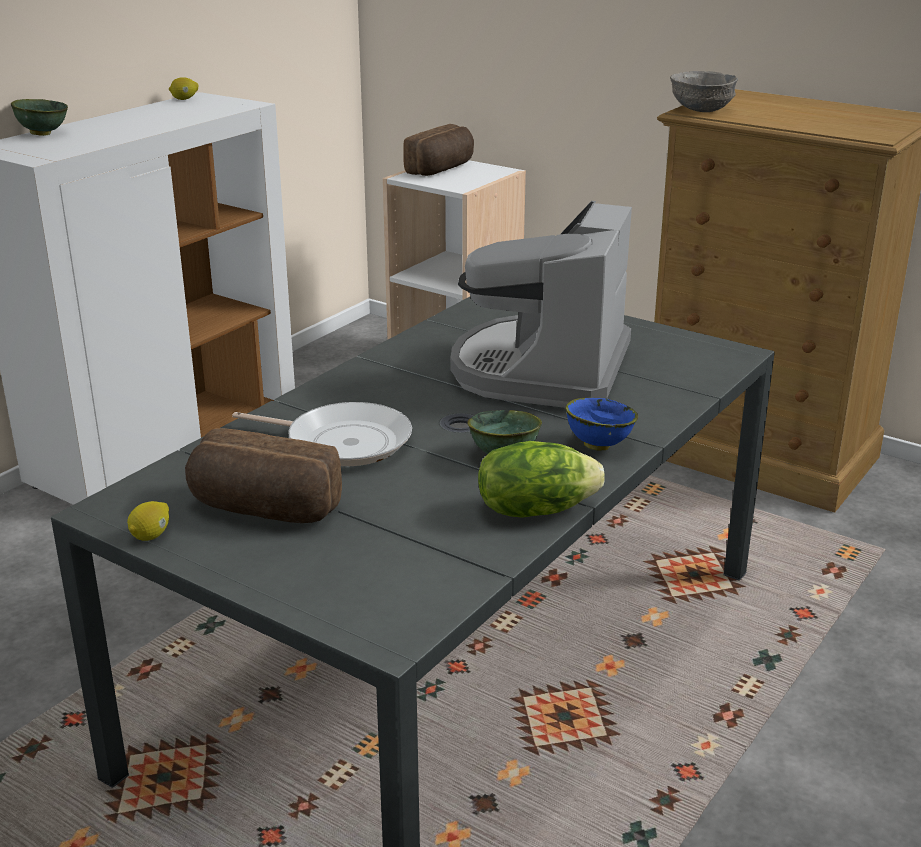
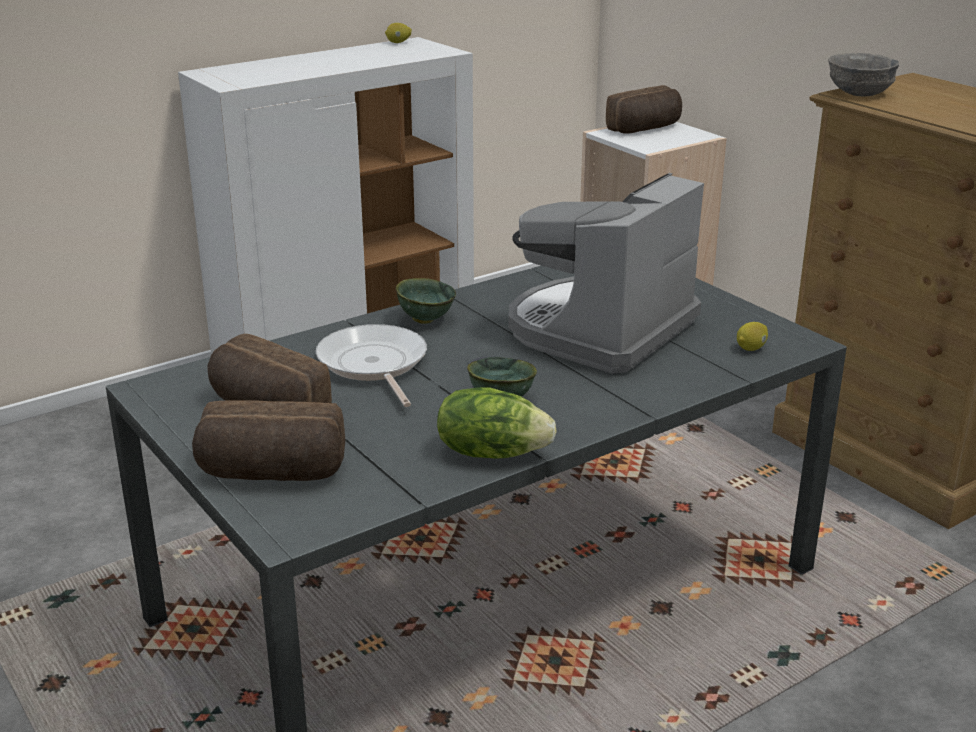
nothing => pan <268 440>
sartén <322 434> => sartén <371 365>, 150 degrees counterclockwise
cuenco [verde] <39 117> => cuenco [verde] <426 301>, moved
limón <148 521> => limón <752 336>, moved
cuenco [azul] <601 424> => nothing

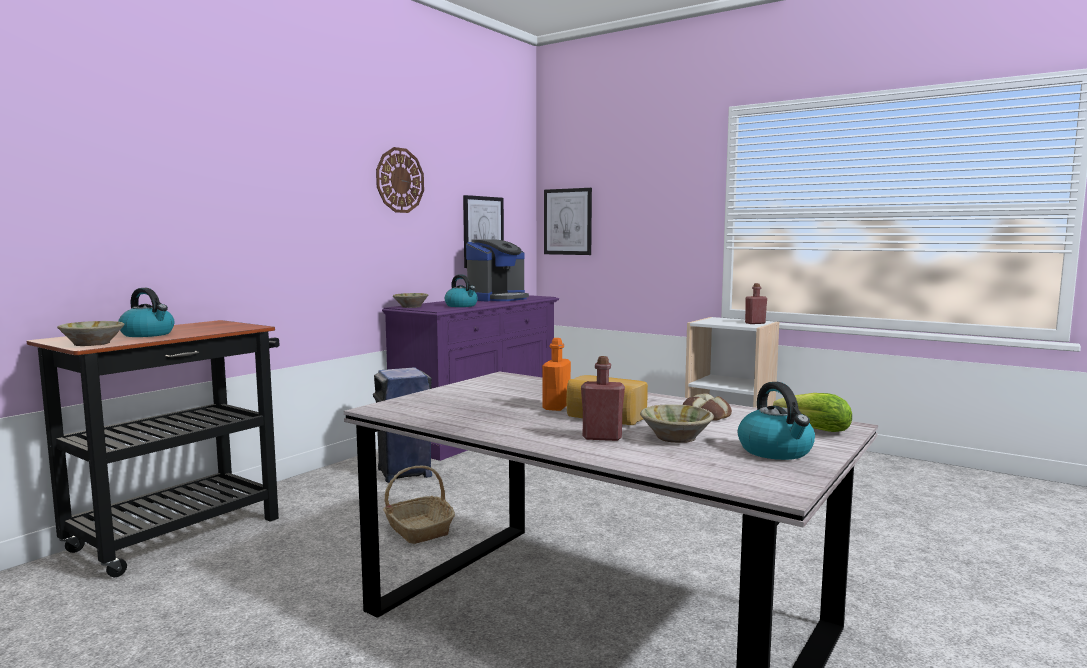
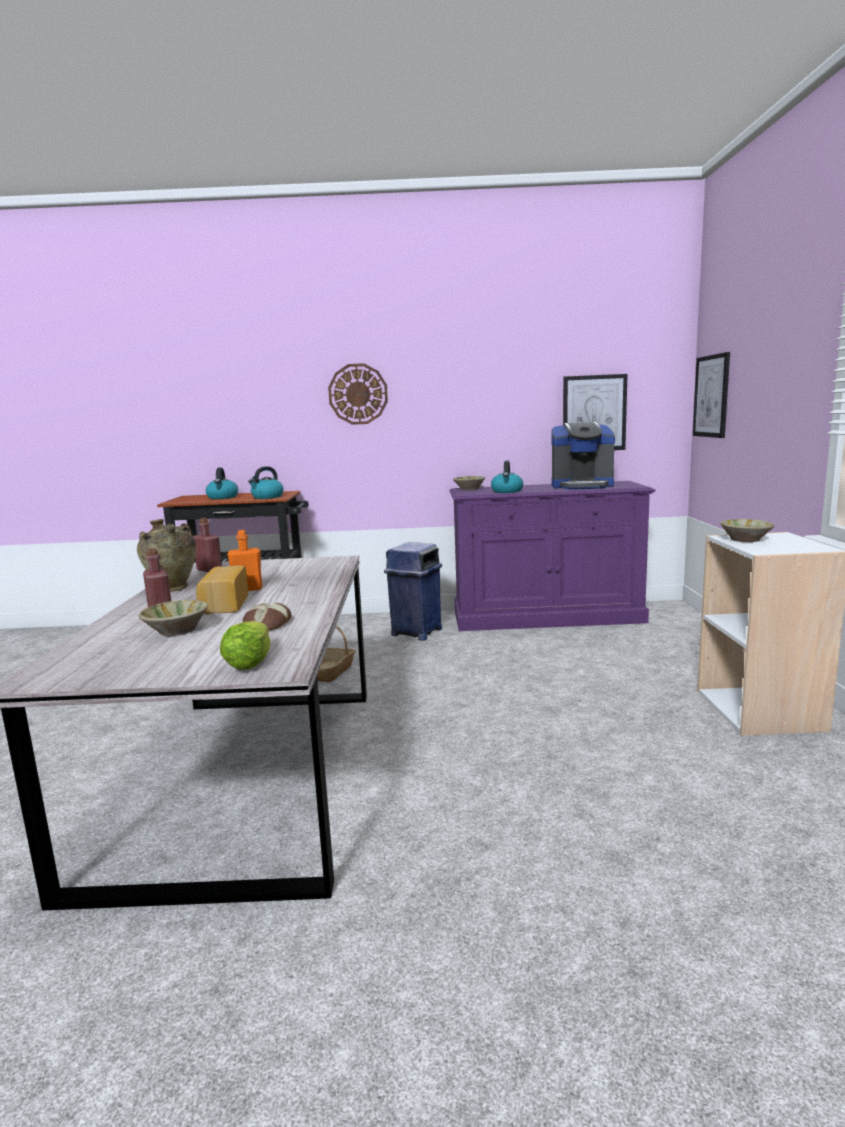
nothing => florero [beis] <166 555>
botella [rojo] <756 303> => botella [rojo] <208 545>, moved
hervidor <776 421> => hervidor <266 482>, moved
reloj de pared <400 180> => reloj de pared <358 394>, moved
cuenco [beis] <90 333> => cuenco [beis] <747 530>, moved

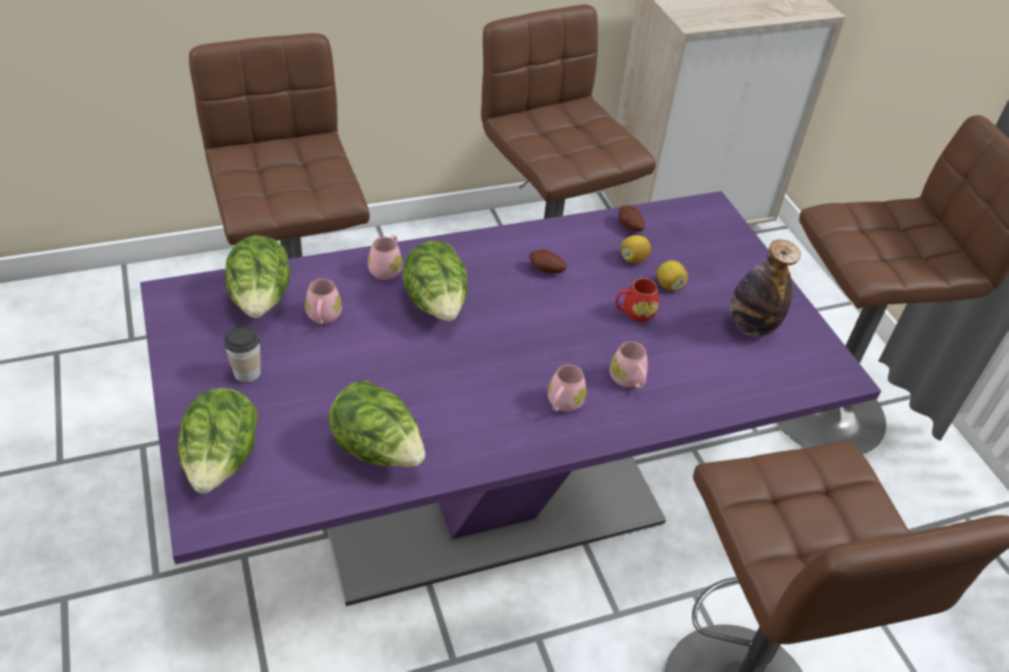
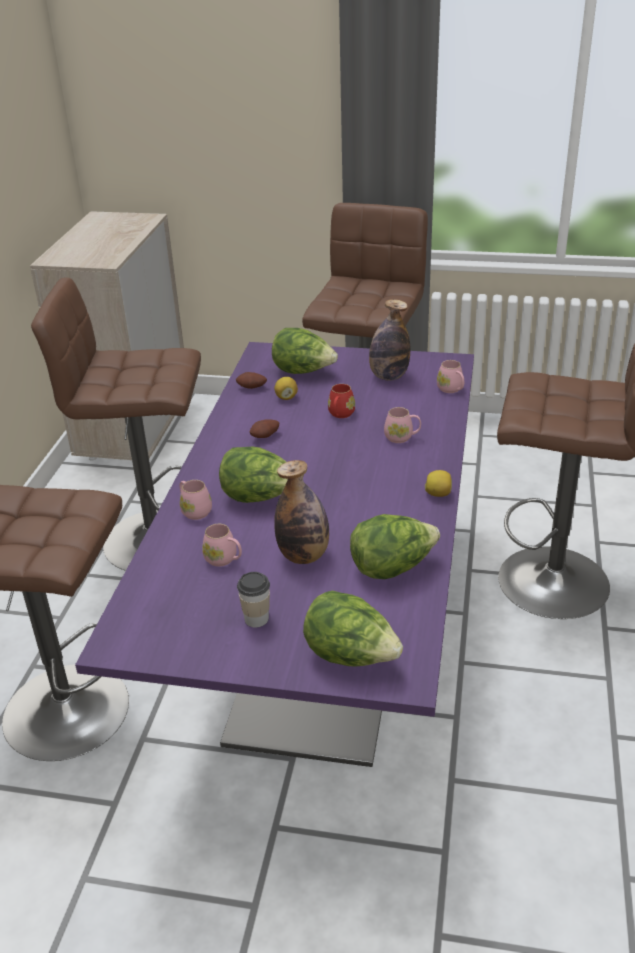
lechuga <257 276> => lechuga <305 351>, moved
nothing => botella <301 512>
limón <672 276> => limón <438 483>, moved
taza grande [rosa] <567 388> => taza grande [rosa] <450 376>, moved

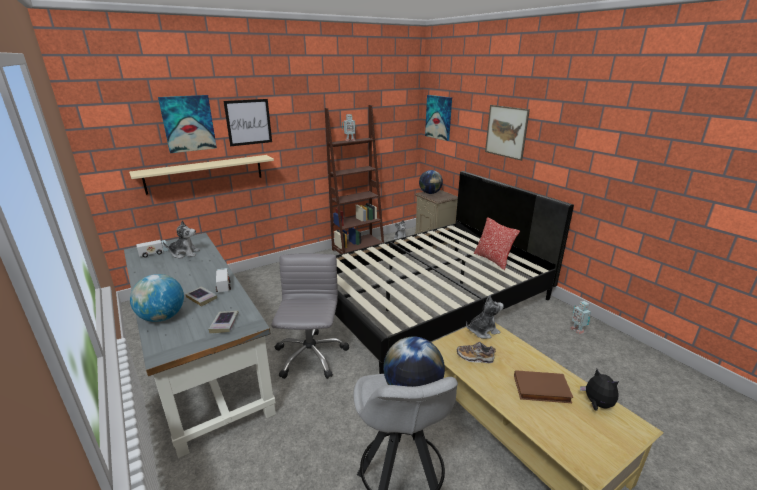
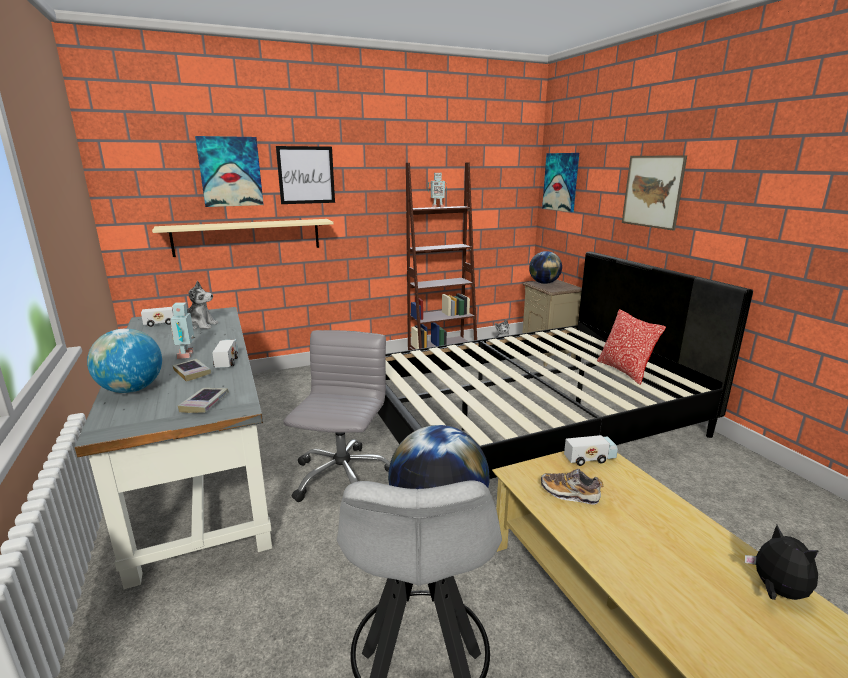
robot de juguete <580 317> => robot de juguete <182 331>, moved
peluche <485 317> => camión de juguete <591 450>
libro [marrón] <544 386> => nothing

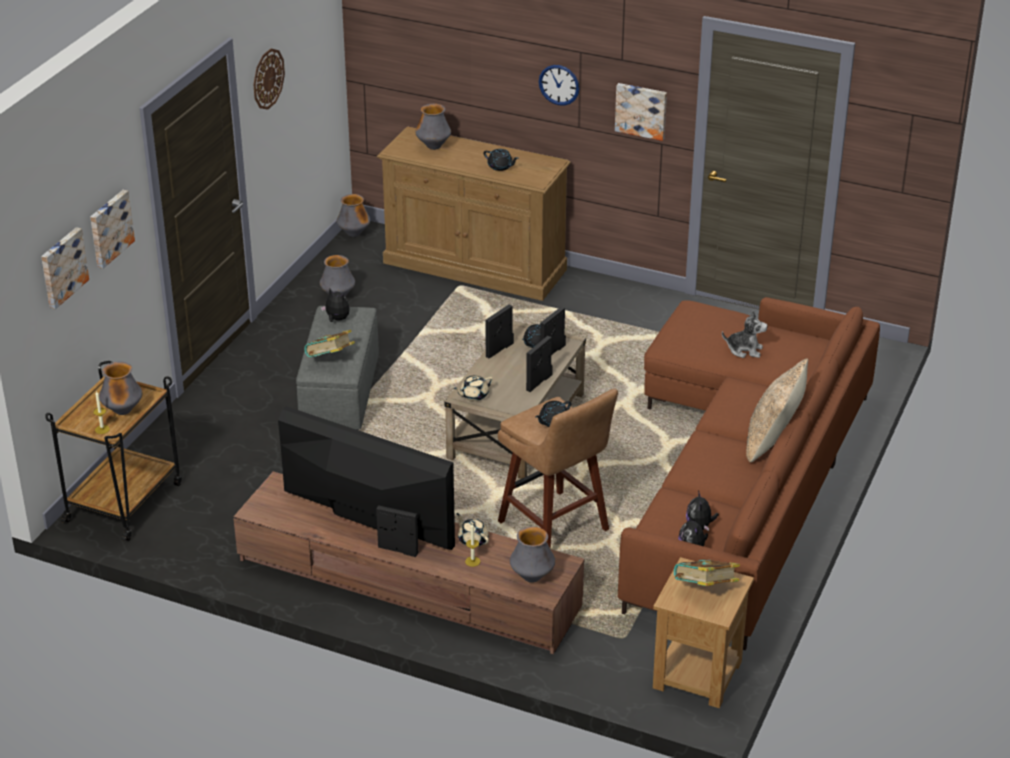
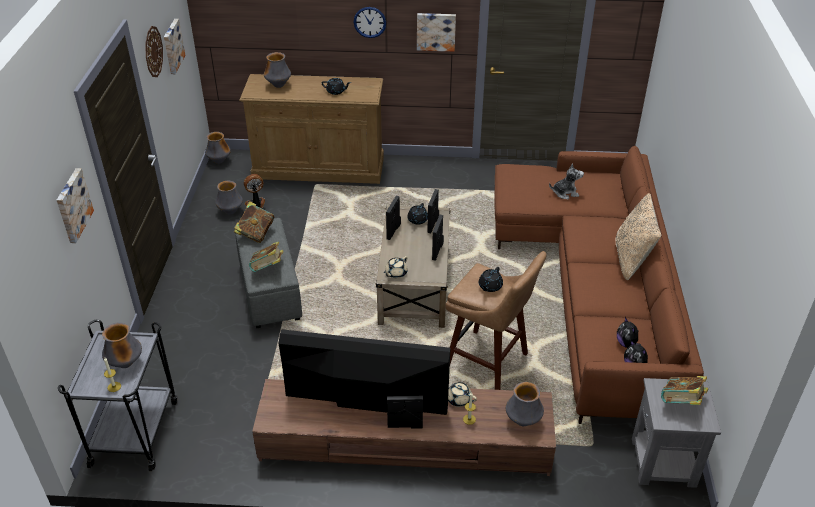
carrito [marrón] <113 451> => carrito [gris] <117 395>
cuadro <65 268> => cuadro <174 46>, moved
peluche <335 305> => libro <254 222>
nothing => ventilador <254 191>
mesa auxiliar [marrón] <703 632> => mesa auxiliar [gris] <676 433>

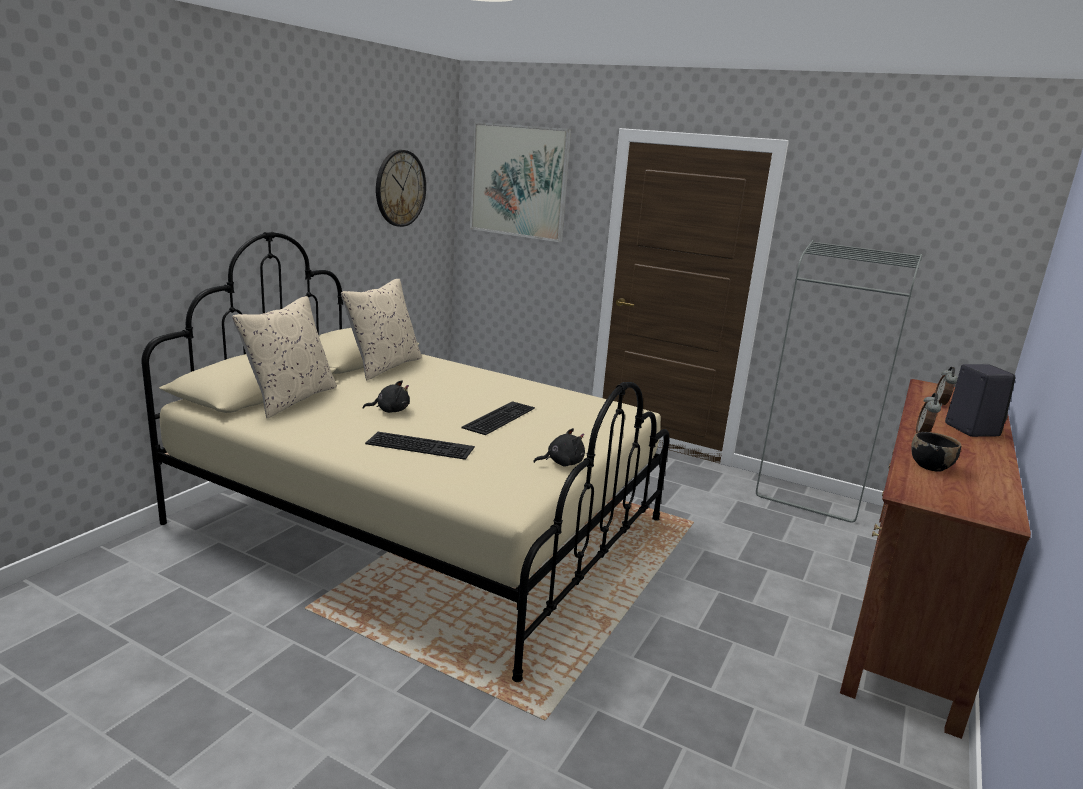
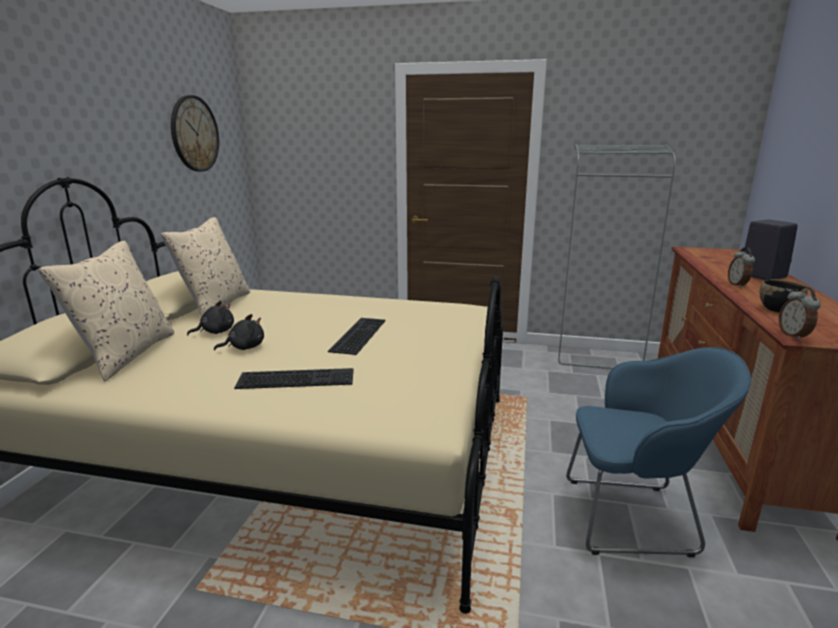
peluche [negro] <559 447> => peluche [negro] <210 318>, moved
nothing => sillón [azul] <658 452>
despertador <946 386> => despertador <800 313>, moved
cuadro <520 182> => nothing

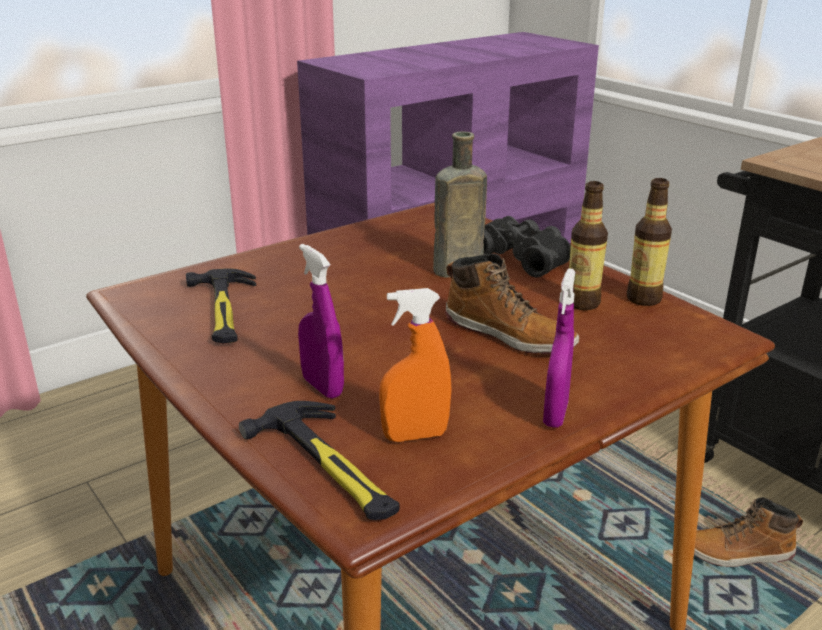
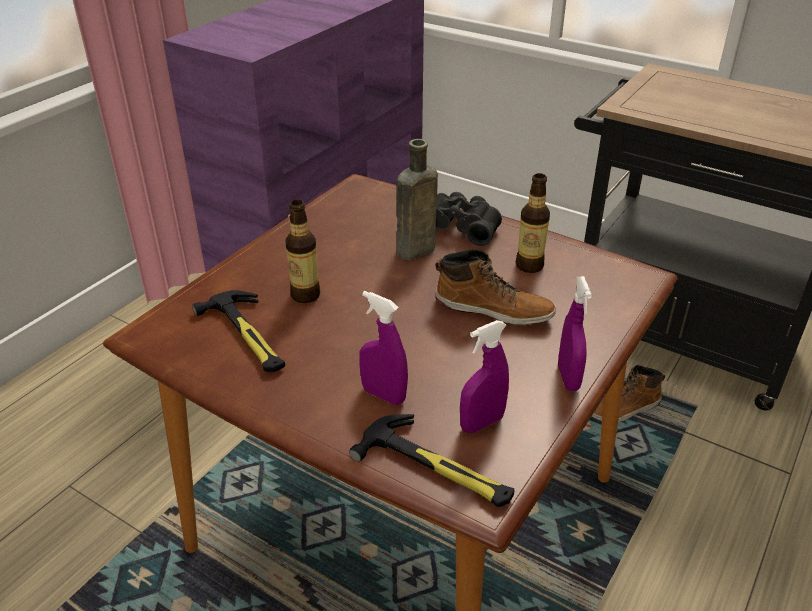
botella <649 242> => botella <302 251>, moved
pulverizador [naranja] <415 365> => pulverizador [morado] <484 376>

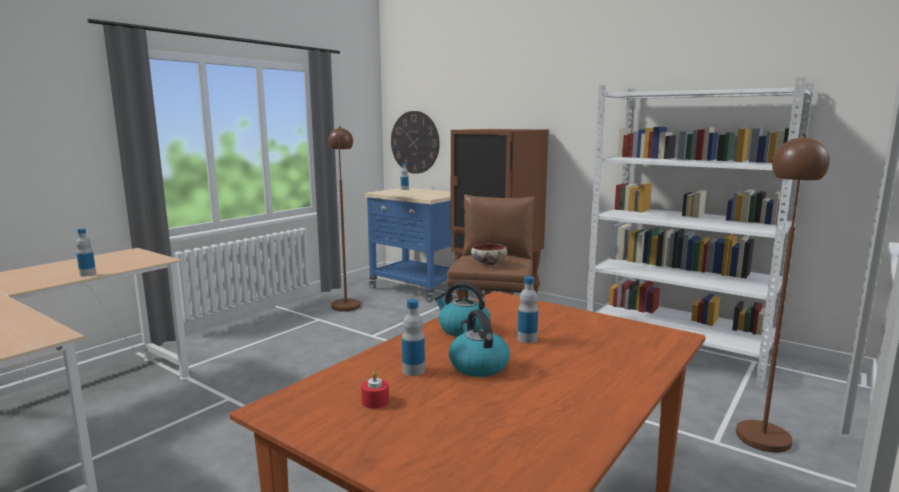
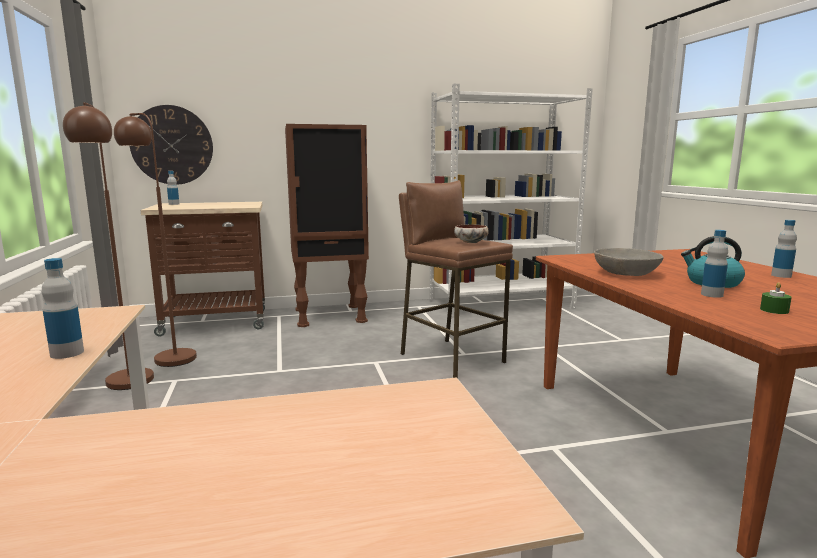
lámpara de pie [marrón] <783 293> => lámpara de pie [marrón] <108 246>, moved
carrito [azul] <407 245> => carrito [marrón] <203 269>
hervidor <462 309> => cuenco [gris] <629 262>
vela [rojo] <375 390> => vela [verde] <776 298>
botella <528 309> => botella <784 249>, moved

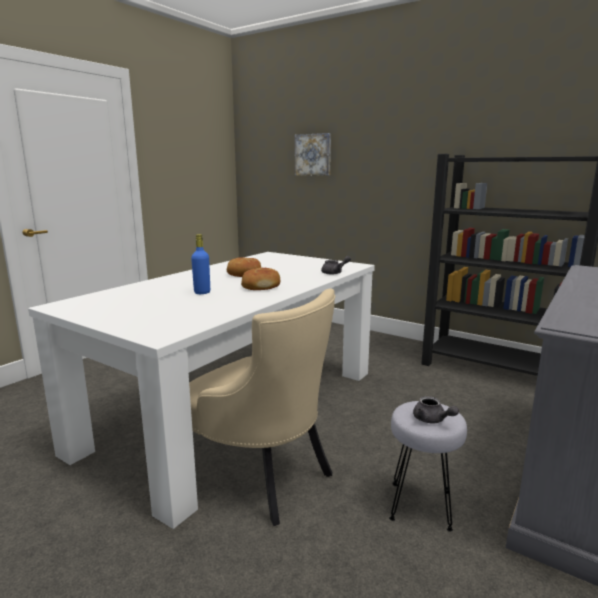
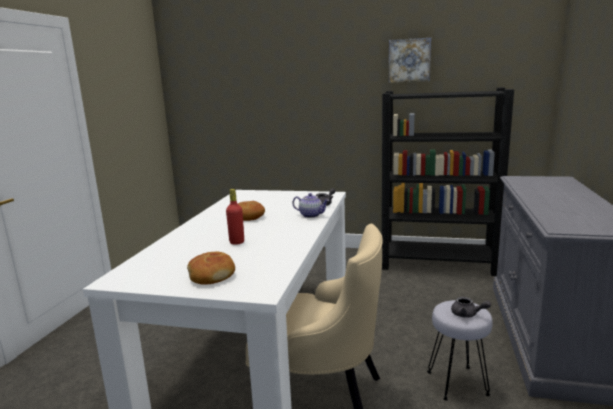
pan <260 278> => pan <211 268>, moved
botella [azul] <200 264> => botella [rojo] <235 217>
nothing => tetera <310 205>
cuadro <313 154> => cuadro <410 60>, moved

